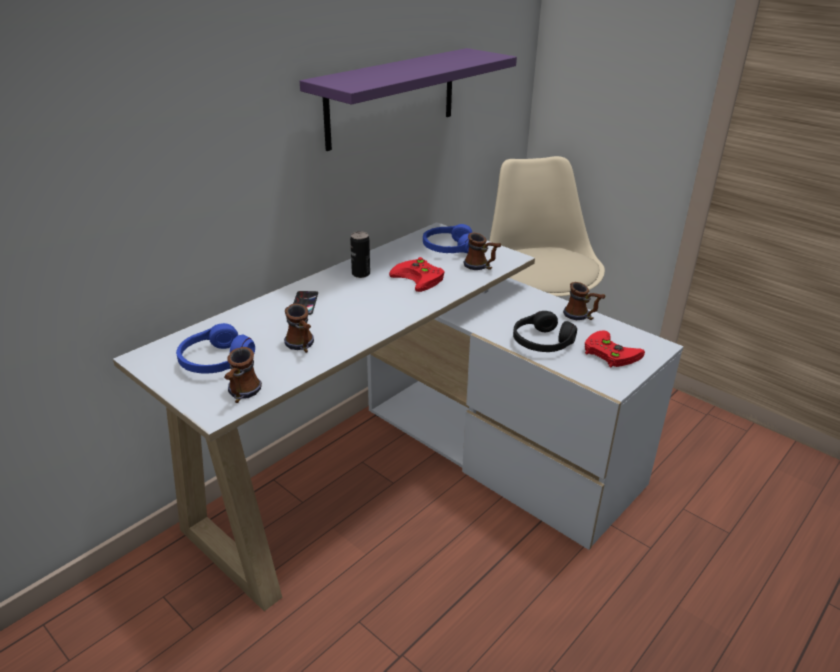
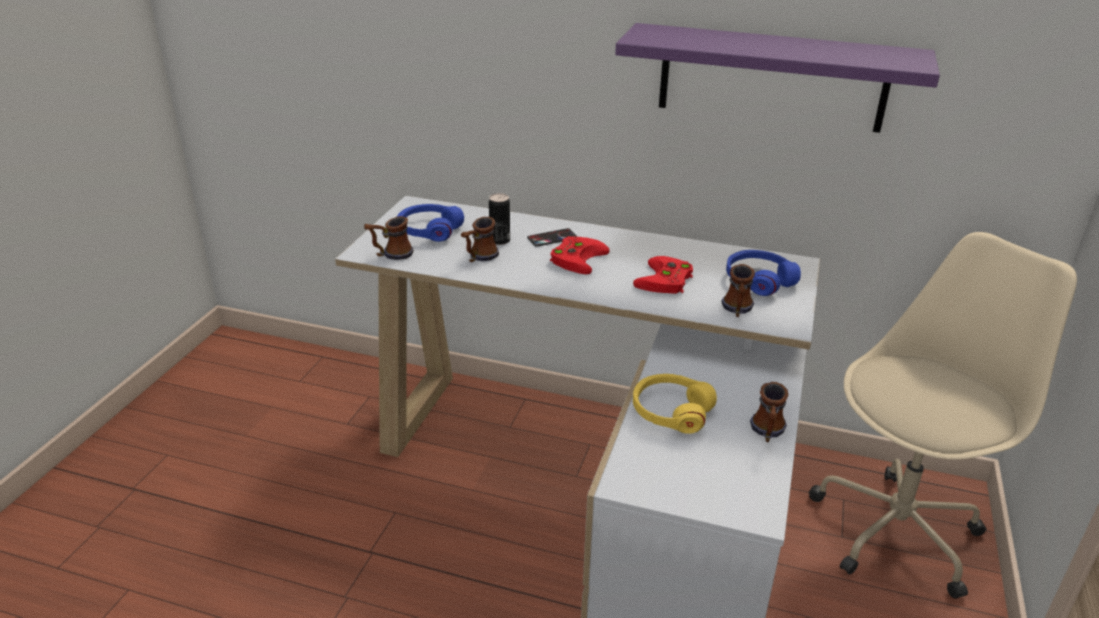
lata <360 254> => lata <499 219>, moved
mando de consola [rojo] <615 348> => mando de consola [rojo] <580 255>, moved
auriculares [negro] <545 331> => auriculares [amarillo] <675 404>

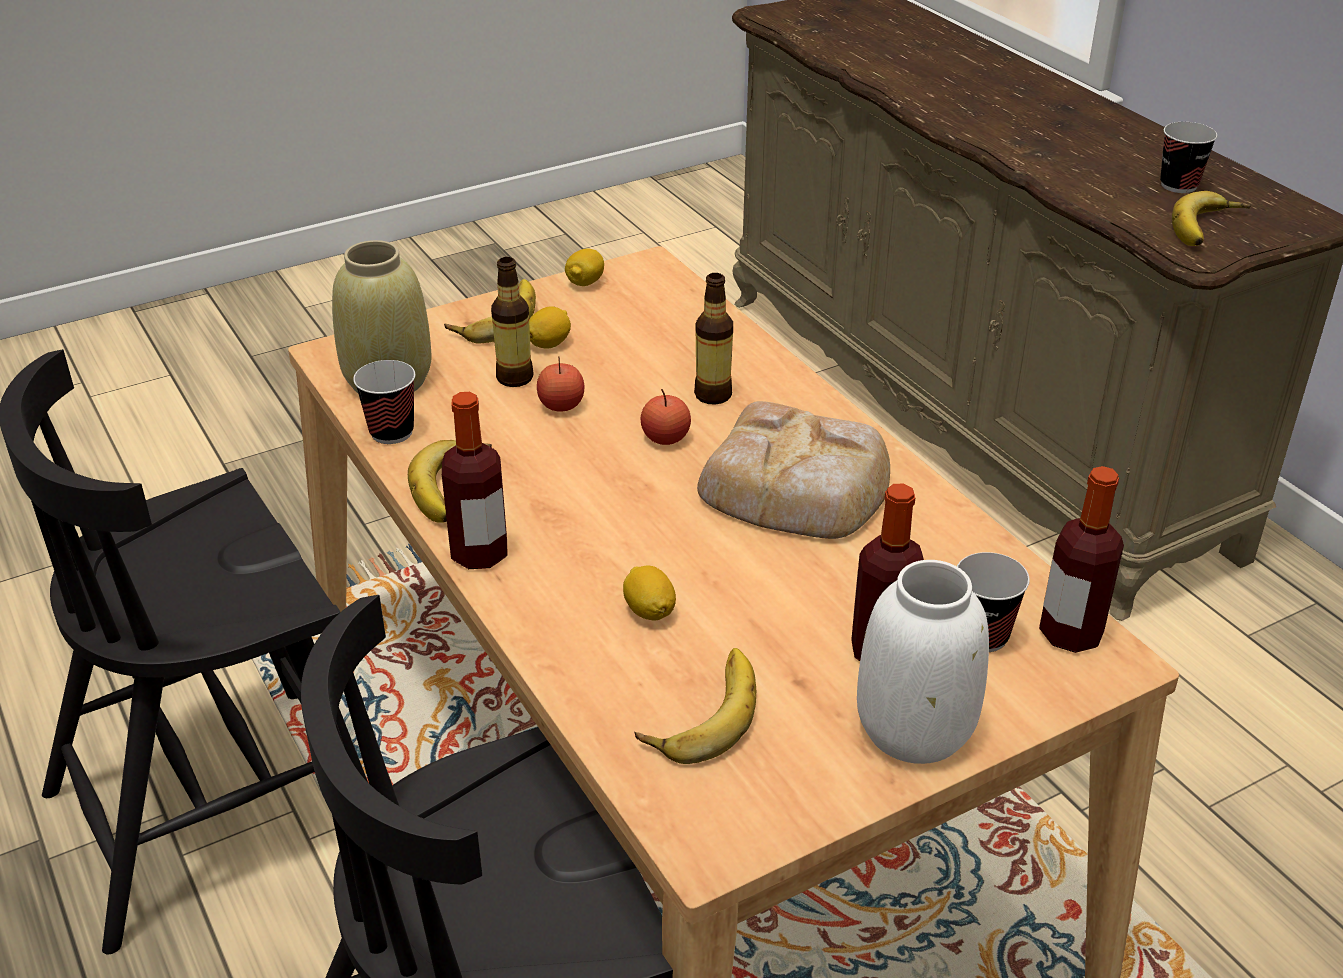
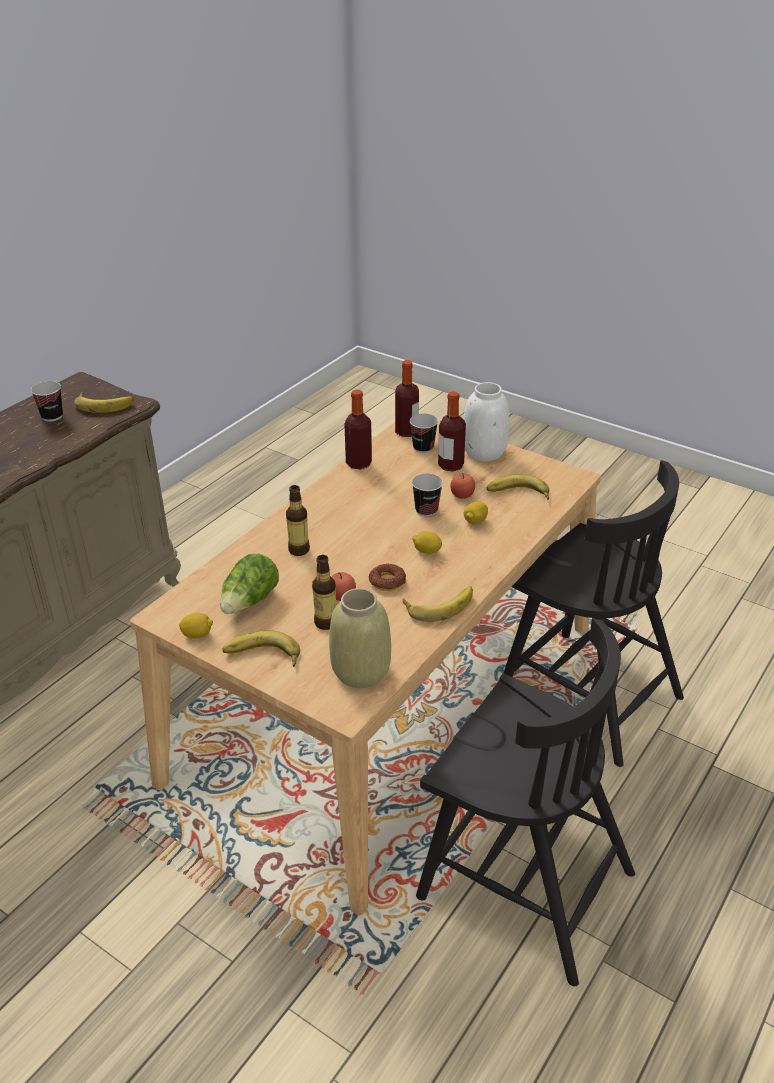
nothing => lechuga <249 584>
botella <474 480> => botella <358 429>, moved
nothing => rosquilla <387 577>
taza <384 402> => taza <427 495>, moved
limón <550 327> => limón <427 542>, moved
manzana <666 417> => manzana <462 486>, moved
pan <793 470> => nothing

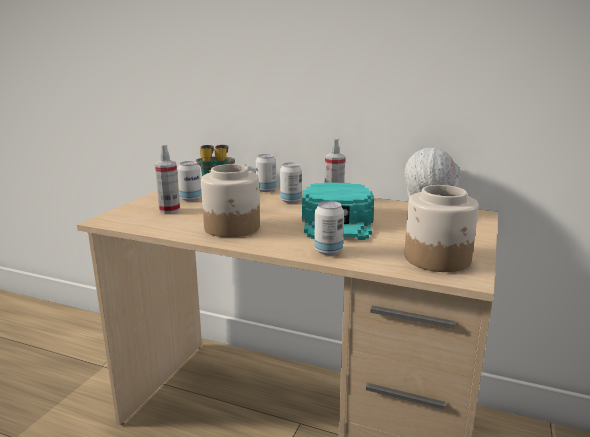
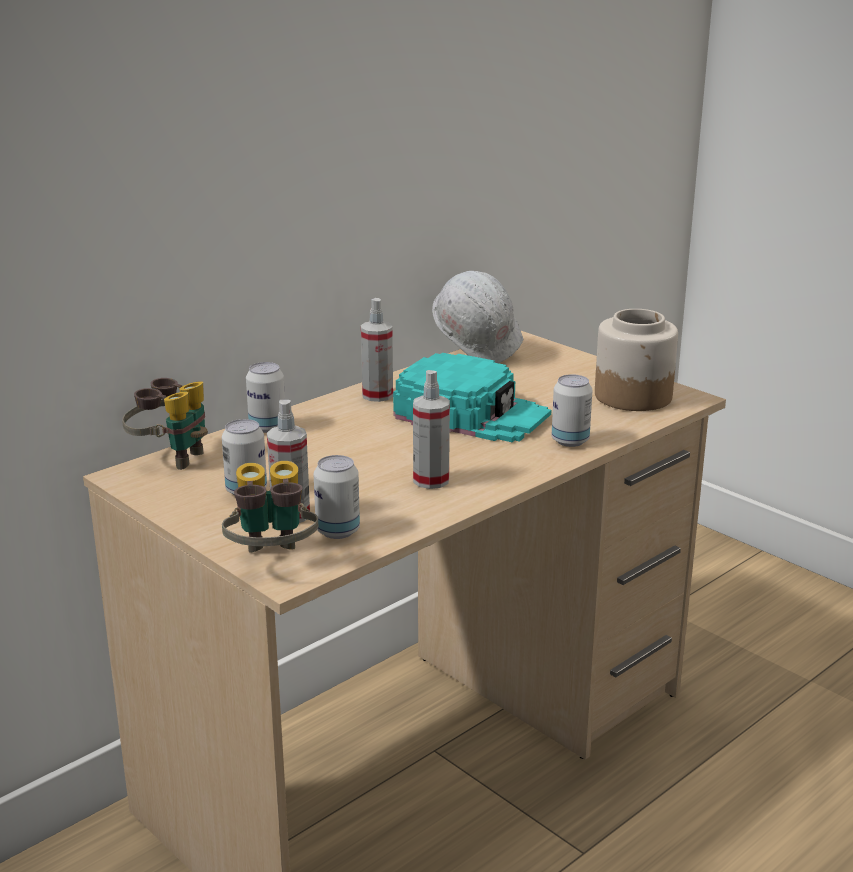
nothing => prismáticos <270 506>
lata <291 182> => lata <337 497>, moved
tarro <230 200> => pulverizador <431 429>

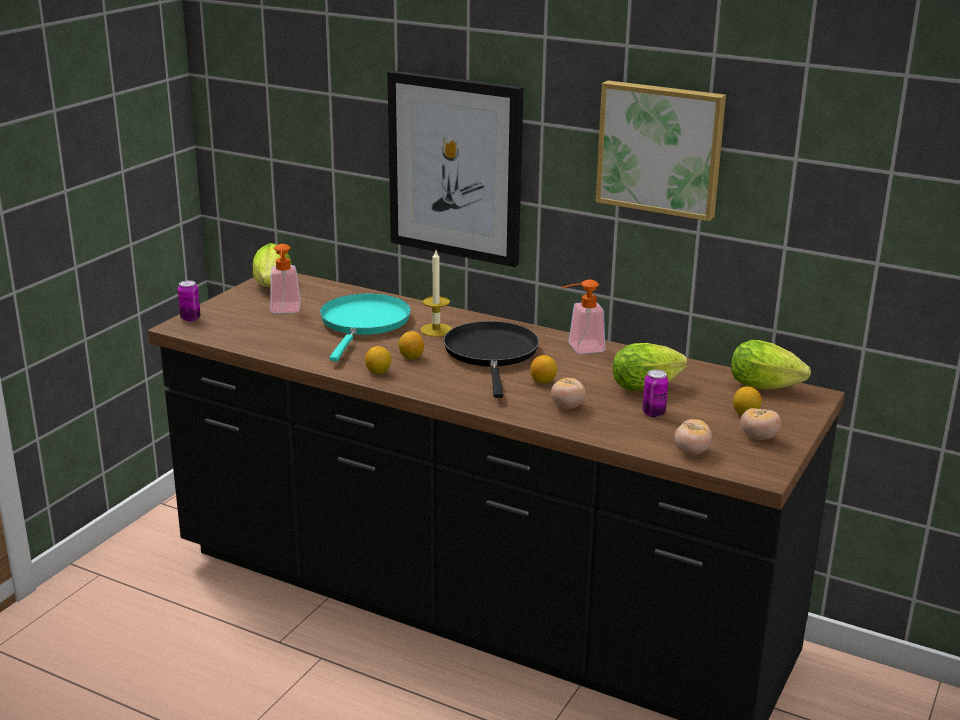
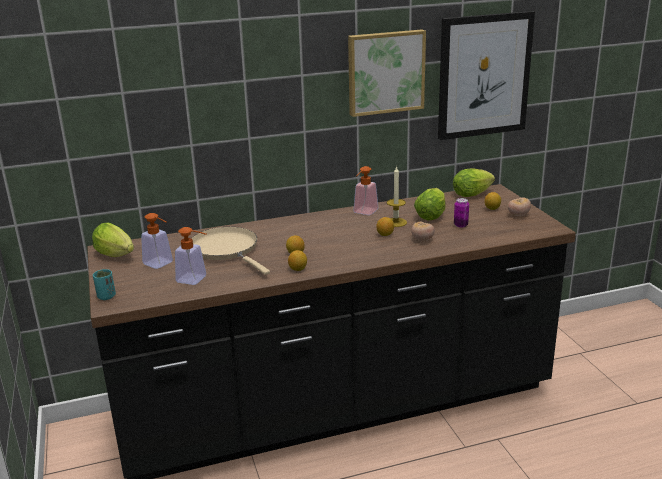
lata <189 300> => taza [turquesa] <104 284>
nothing => dispensador de jabón <190 256>
sartén [turquesa] <365 327> => sartén [beis] <230 251>
vela <436 293> => vela <397 196>, moved
cuadro <455 169> => cuadro <486 75>, moved
sartén [negro] <491 359> => nothing
tomate <693 437> => nothing

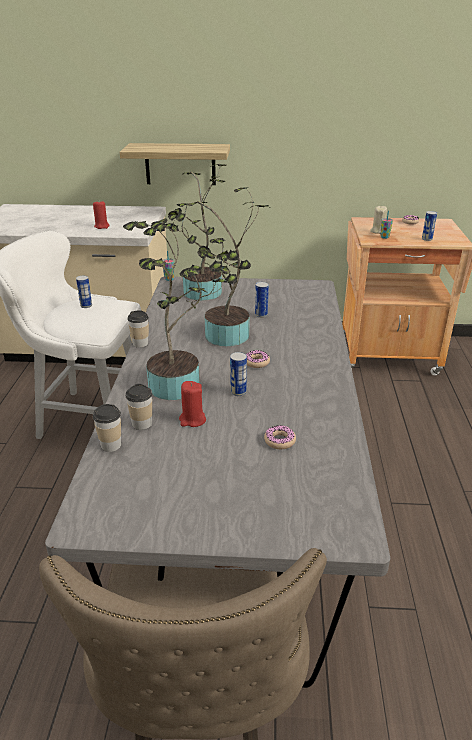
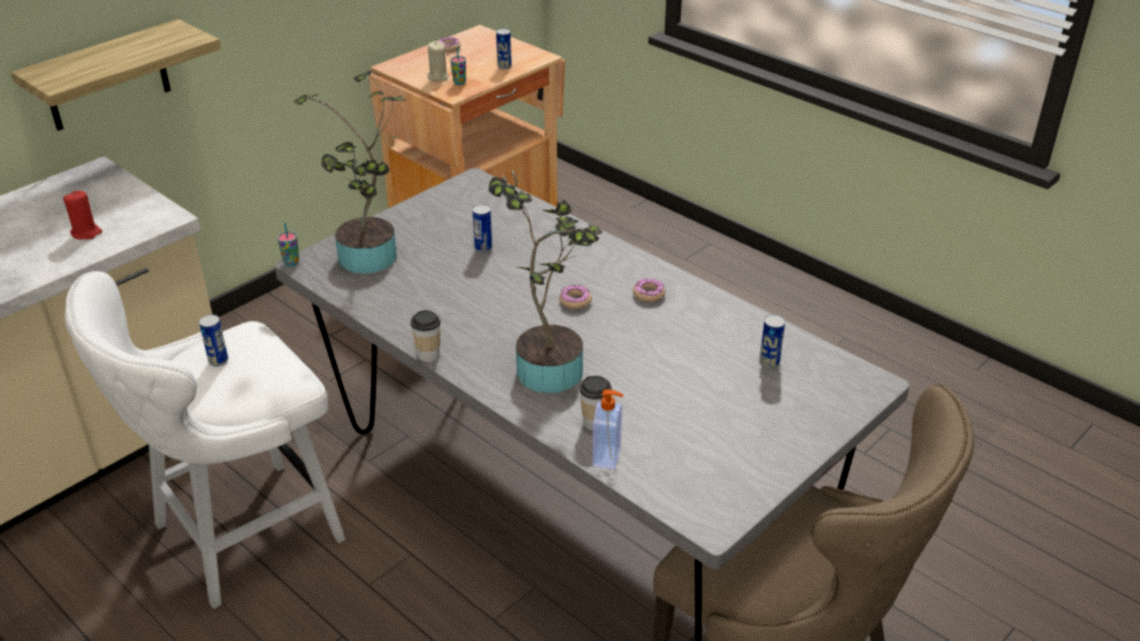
taza <107 428> => dispensador de jabón <607 429>
rosquilla <280 437> => rosquilla <649 290>, moved
lata <238 374> => lata <772 342>, moved
vela [rojo] <192 404> => nothing
planta en maceta <229 266> => nothing

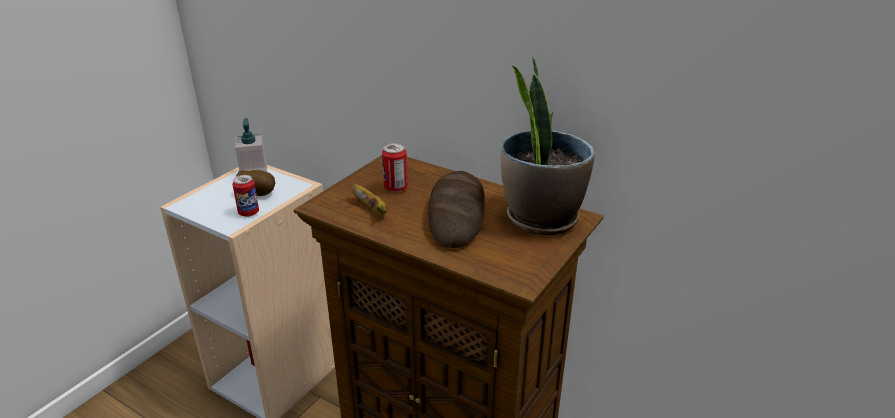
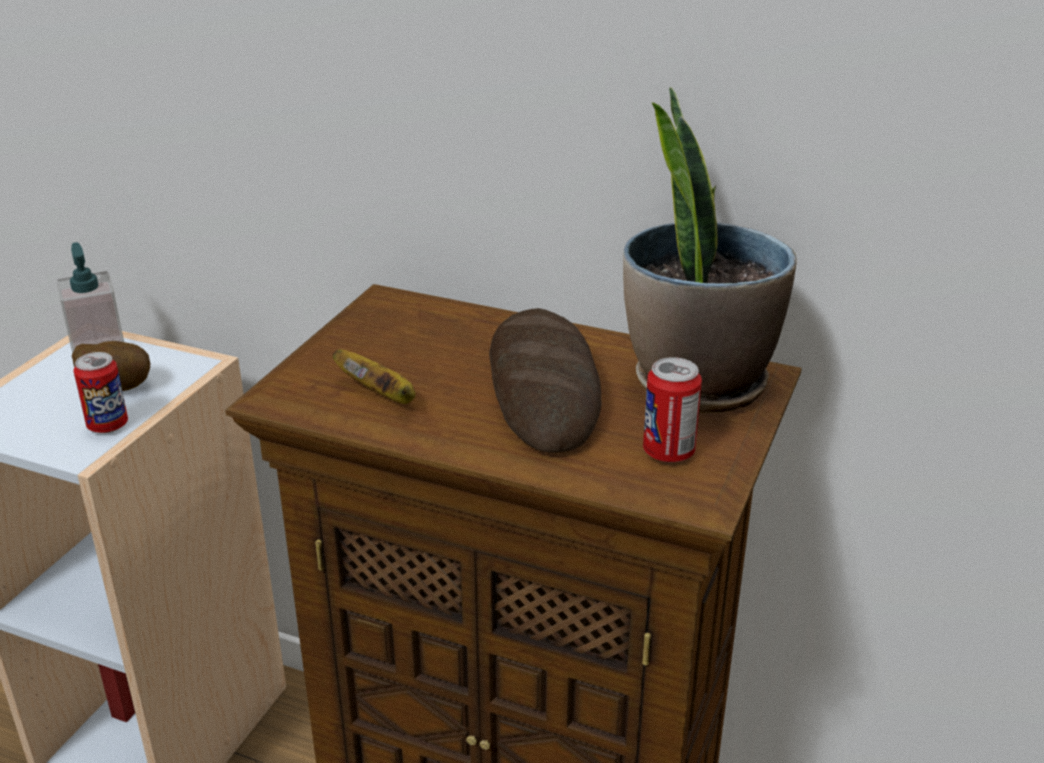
lata <395 167> => lata <672 410>, moved

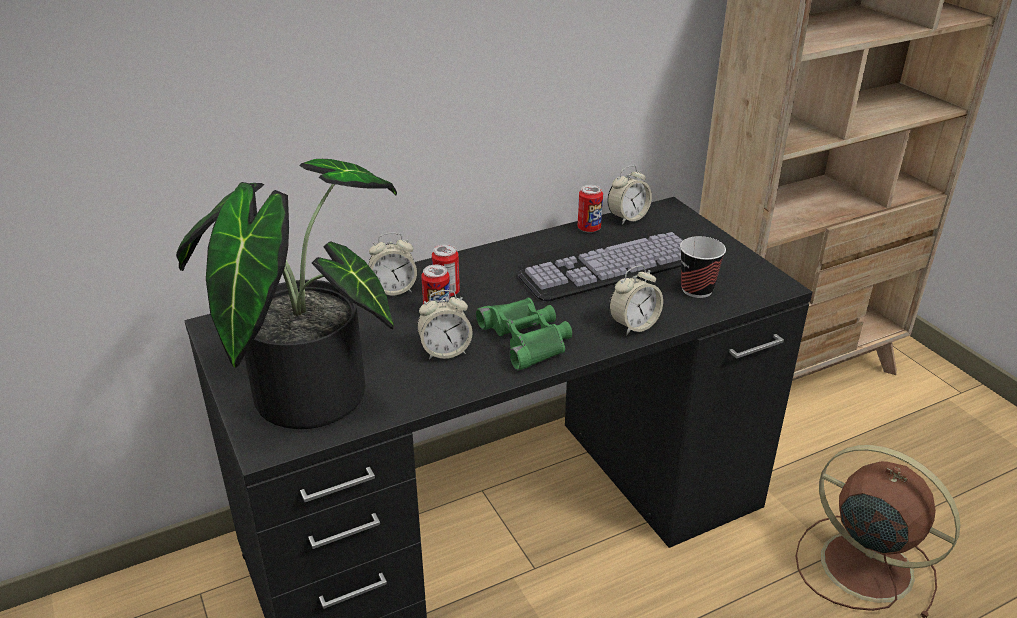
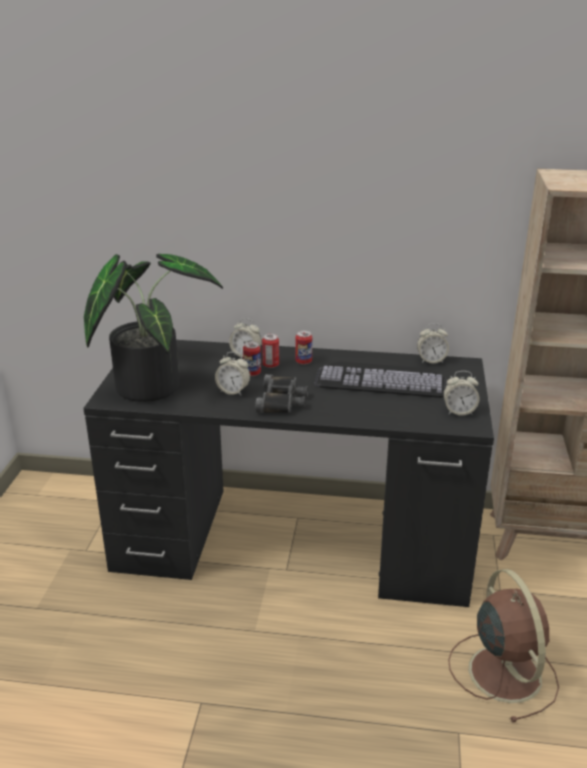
prismáticos [verde] <524 334> => prismáticos [negro] <281 393>
lata <590 209> => lata <303 348>, moved
despertador <636 300> => despertador <461 393>, moved
taza <703 267> => nothing

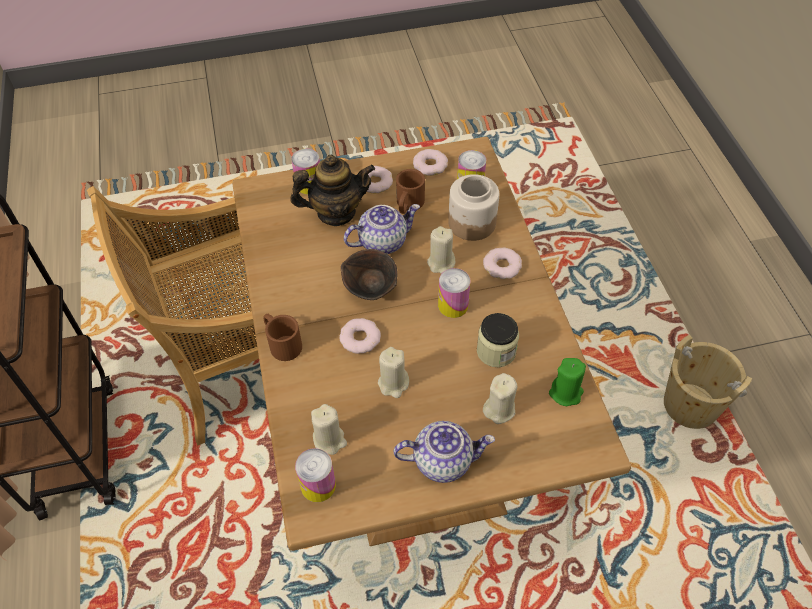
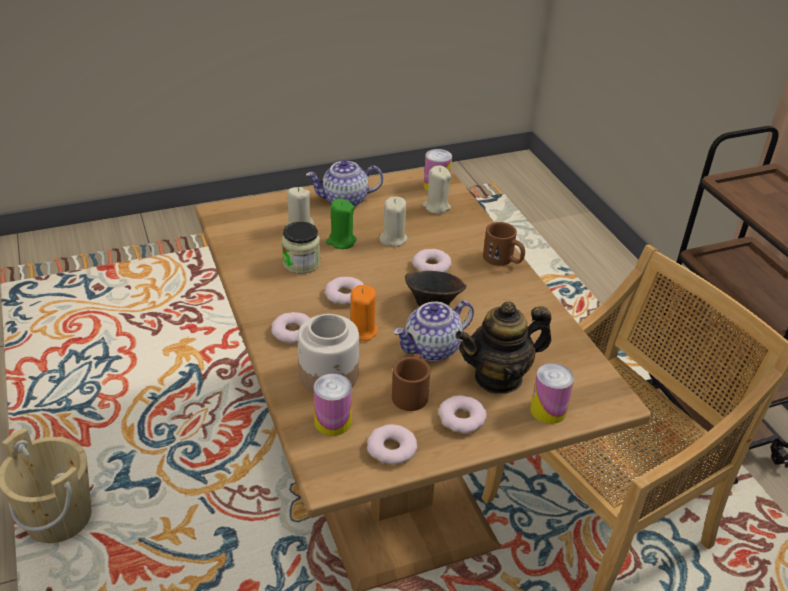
lata <454 293> => rosquilla <344 291>
vela [verde] <567 382> => vela [verde] <341 223>, moved
vela [beis] <441 250> => vela [naranja] <364 313>

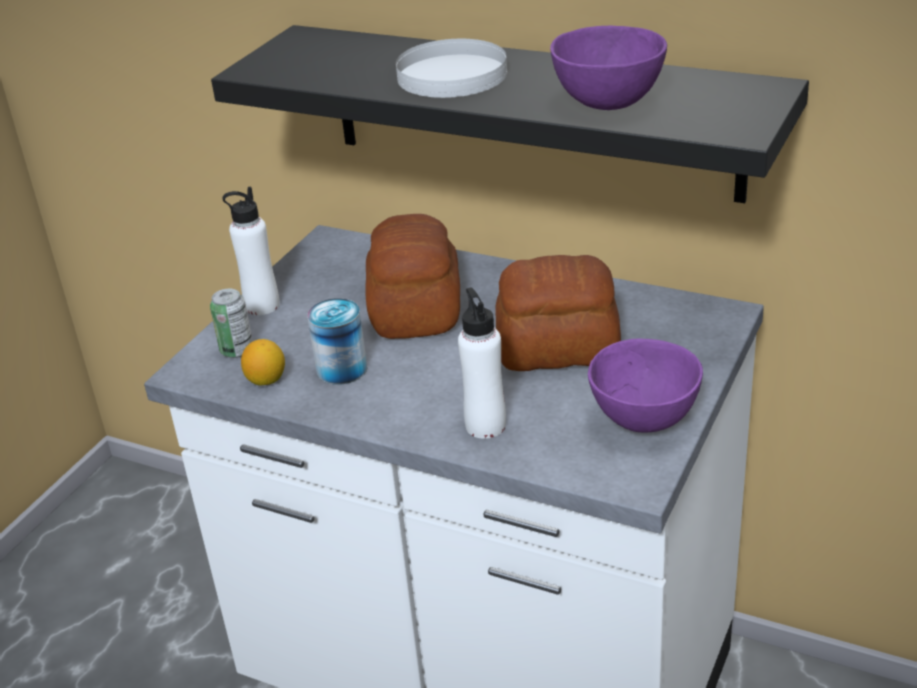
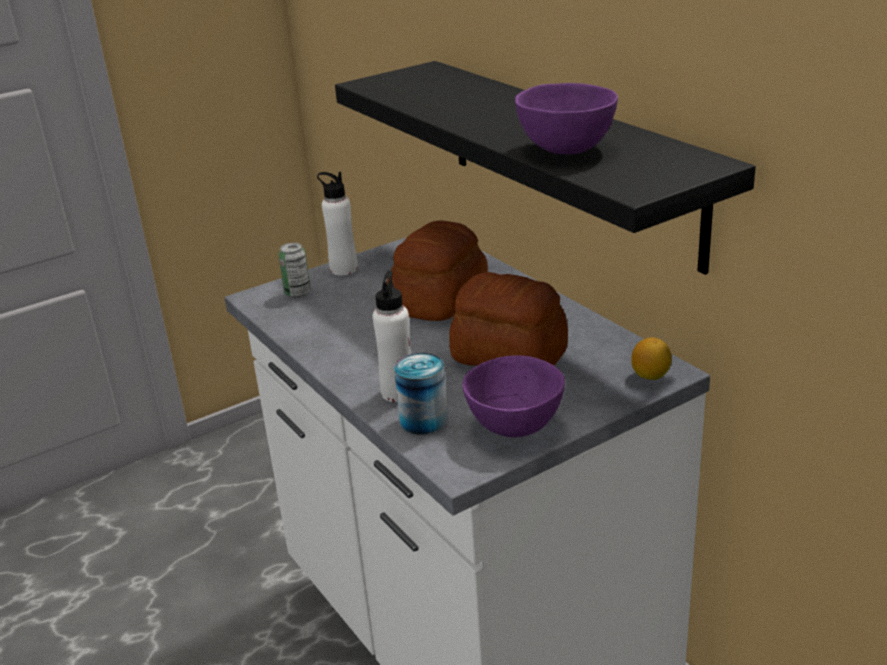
lata <337 341> => lata <421 394>, moved
limón <263 362> => limón <651 359>, moved
plato [blanco] <451 68> => nothing

